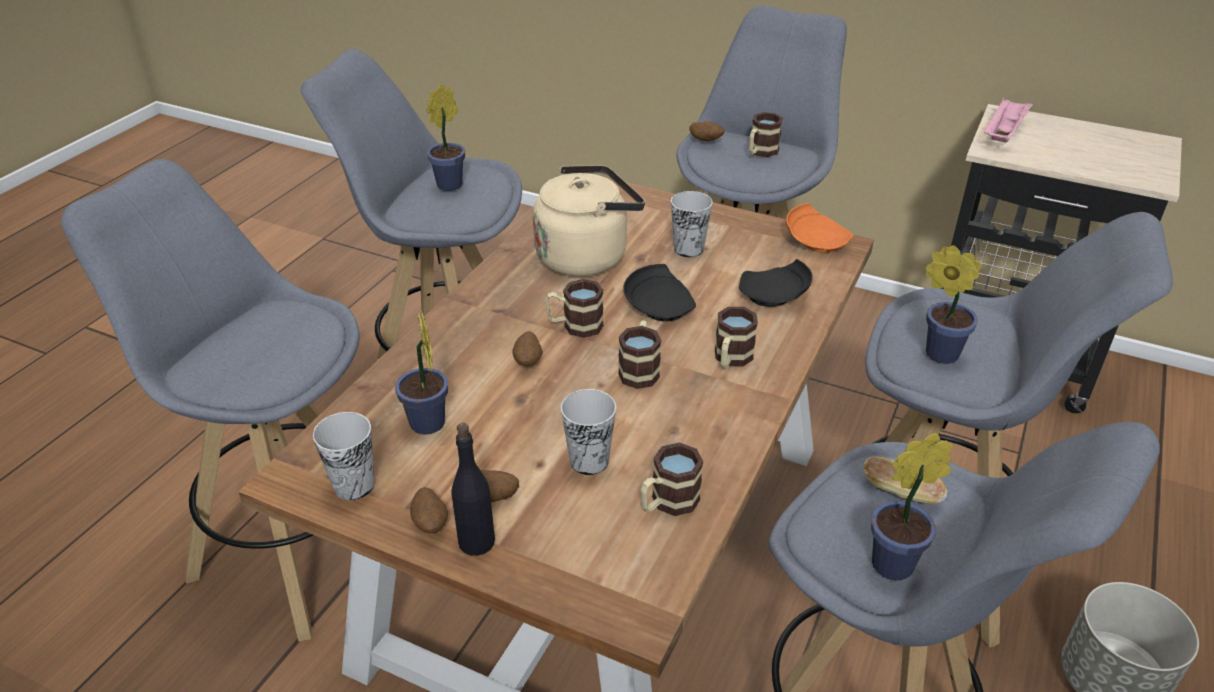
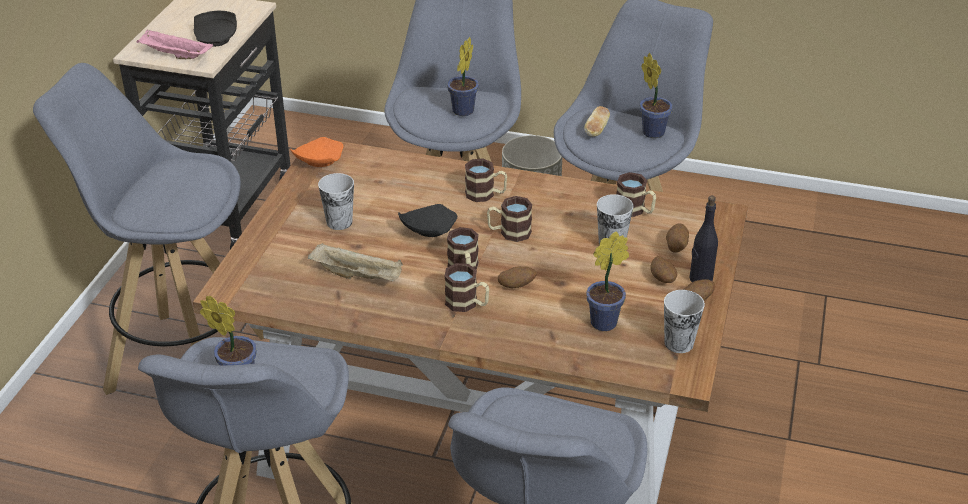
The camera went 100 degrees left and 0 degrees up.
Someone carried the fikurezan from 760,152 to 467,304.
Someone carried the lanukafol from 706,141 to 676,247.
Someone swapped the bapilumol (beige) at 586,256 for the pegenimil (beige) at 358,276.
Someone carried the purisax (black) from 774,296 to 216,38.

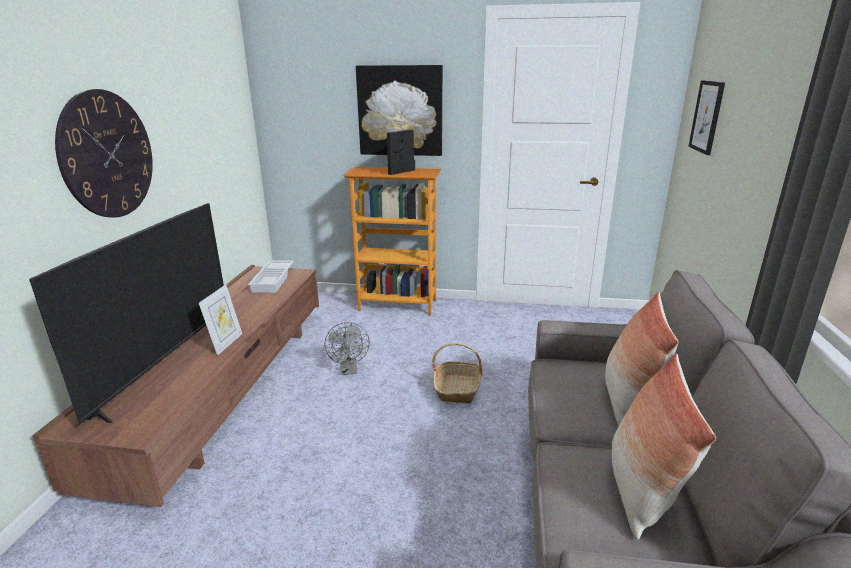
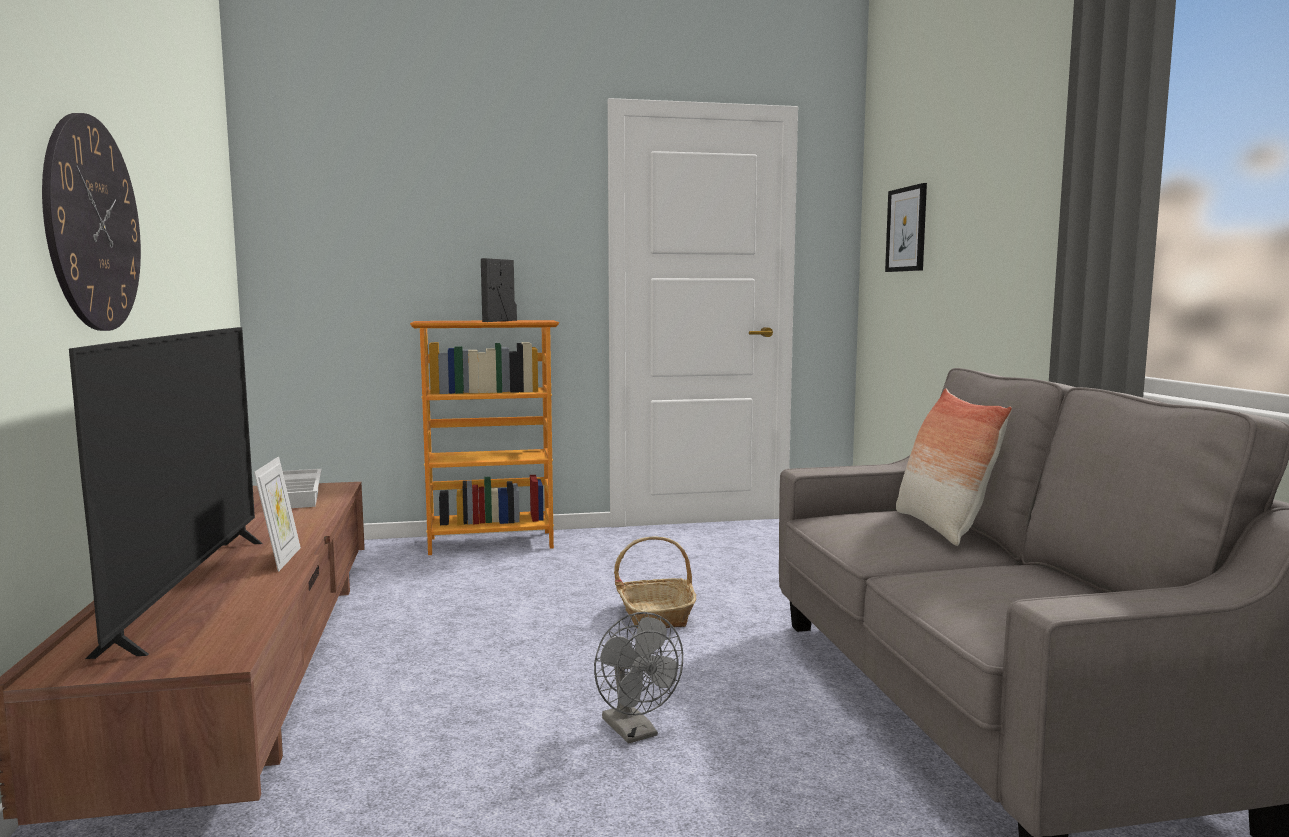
The camera went 20 degrees left and 15 degrees down.
Someone took away the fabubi at 400,111.
Someone carried the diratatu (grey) from 349,370 to 635,732.
Someone took away the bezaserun at 641,489.

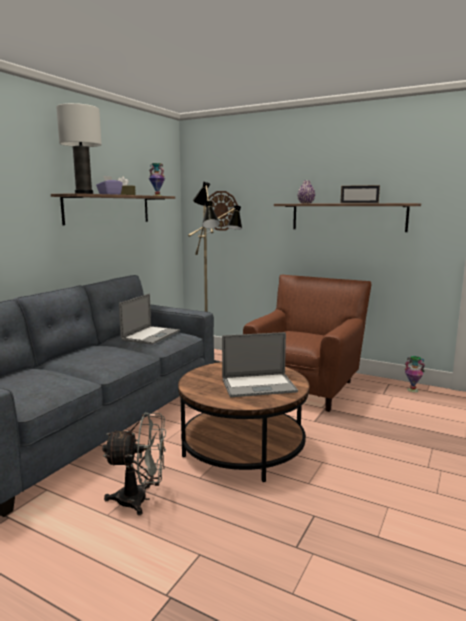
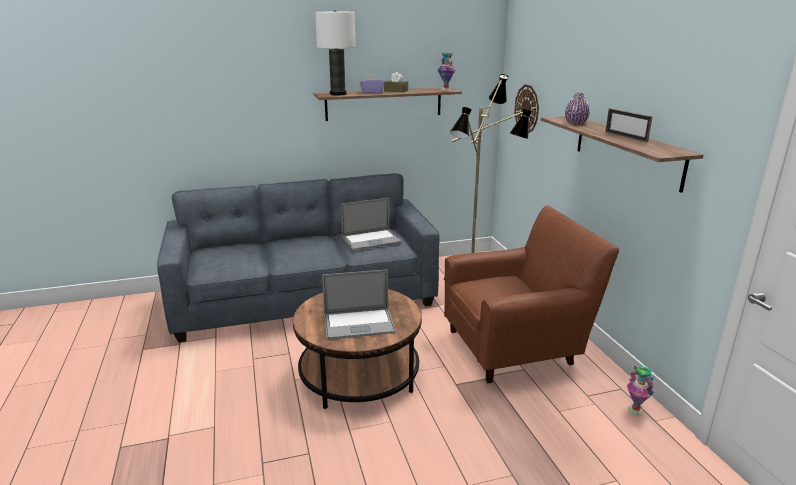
The camera went 45 degrees right and 10 degrees up.
Someone rotated the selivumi at 258,385 by 45 degrees counterclockwise.
Someone took away the diratatu (grey) at 140,499.

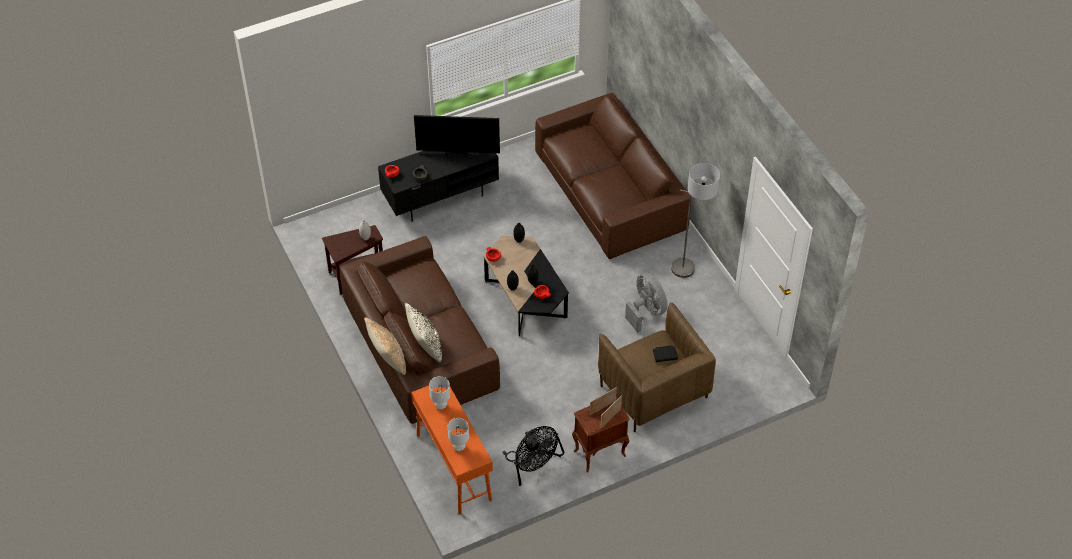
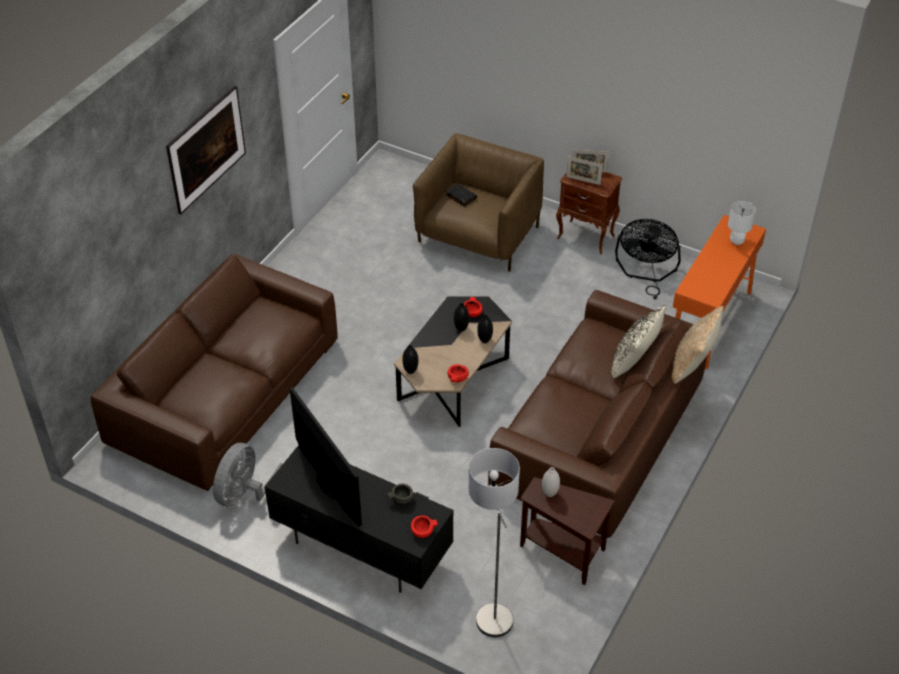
The camera went 125 degrees left and 5 degrees down.
Someone carried the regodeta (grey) from 690,270 to 490,612.
Someone carried the diratatu (grey) from 646,311 to 246,495.
Someone took away the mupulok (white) at 441,406.
Someone put up the fabubi at 209,166.

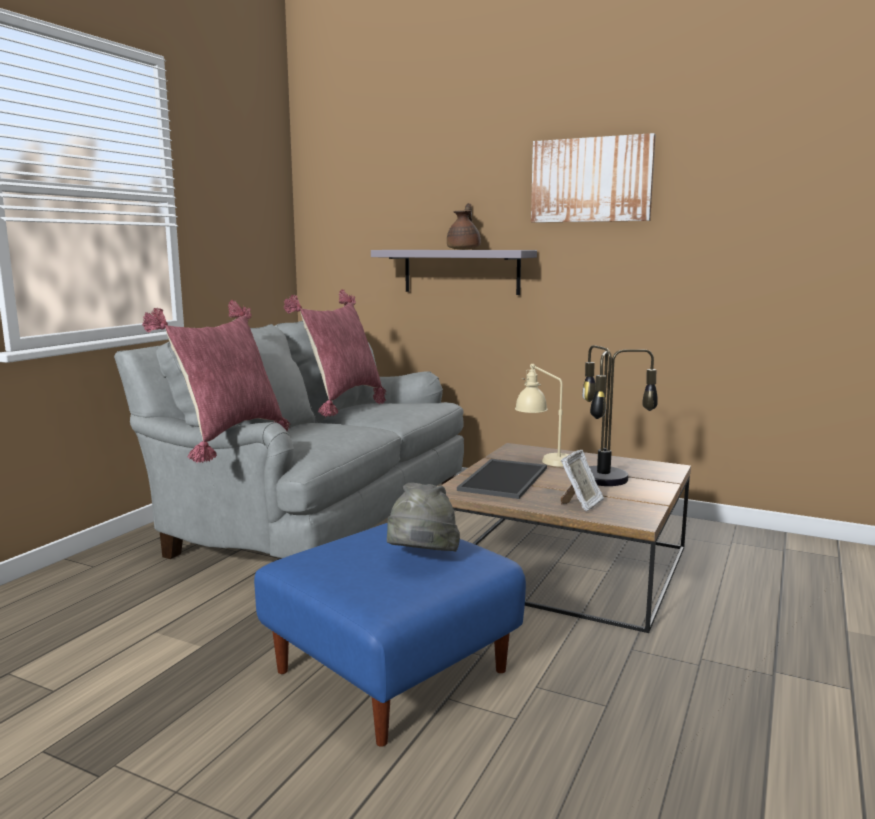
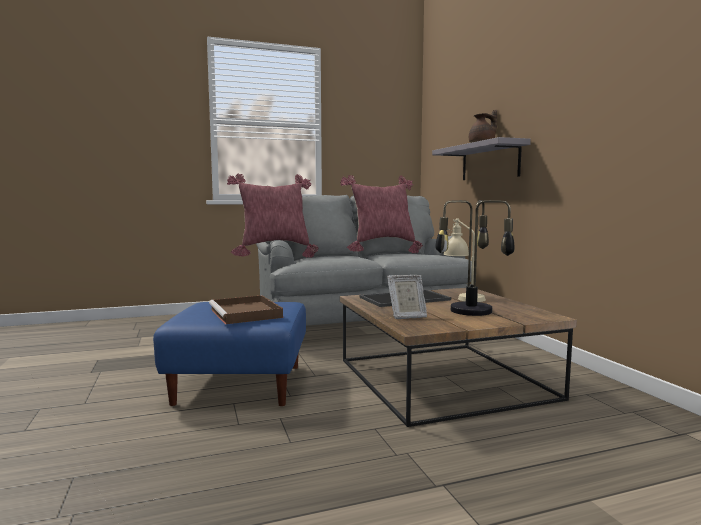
The camera went 45 degrees right and 5 degrees down.
Someone took away the fabubi at 591,180.
Someone swapped the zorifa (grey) at 421,560 for the pegenimil (brown) at 246,313.

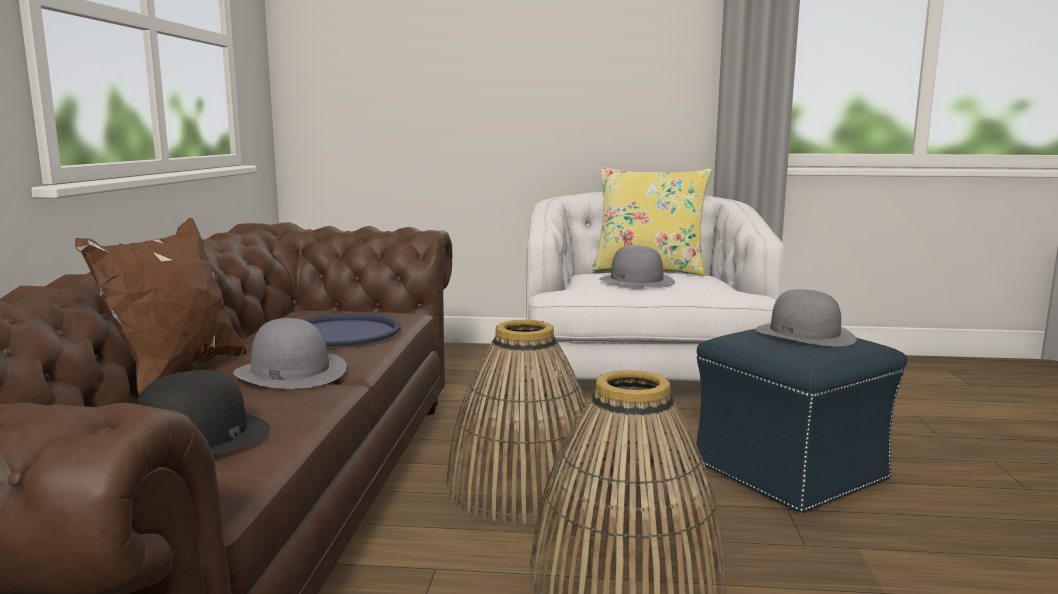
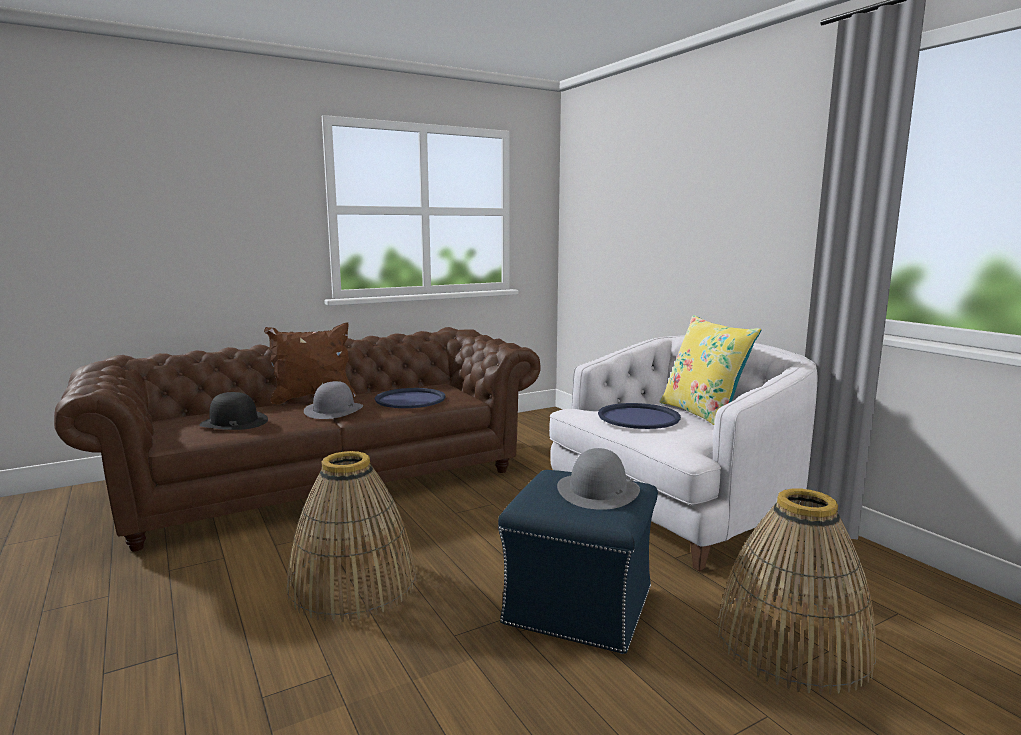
The camera went 55 degrees right and 0 degrees up.
Someone swapped the zorifa (grey) at 637,281 for the pegenimil (blue) at 638,417.
Someone carried the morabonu from 524,486 to 792,643.

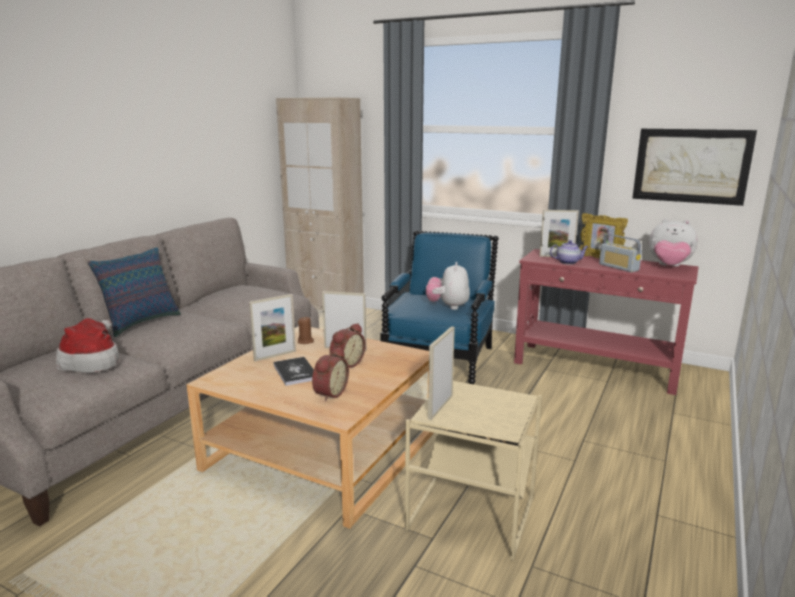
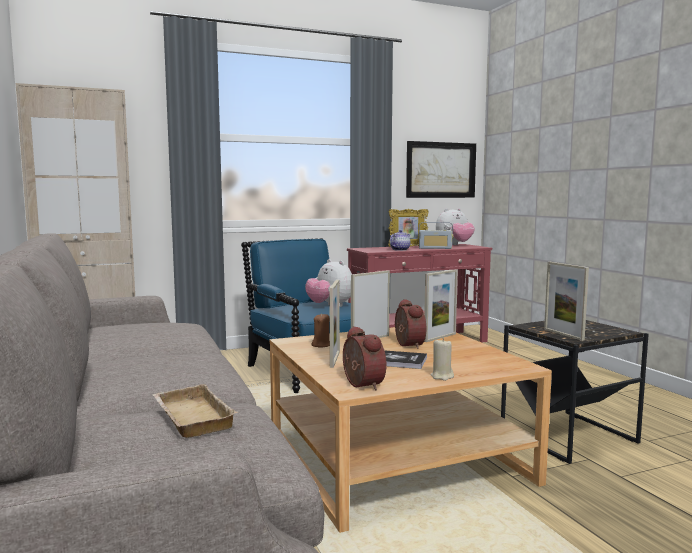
The camera went 50 degrees left and 10 degrees down.
Someone carried the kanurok from 556,256 to 440,337.
Someone took away the bezaserun (blue) at 142,323.
Someone swapped the zorifa at 92,361 for the pegenimil (beige) at 189,417.
Someone carried the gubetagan from 329,393 to 360,385.
Someone repainted the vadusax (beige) at 472,514, which became the vadusax (black) at 569,436.
Someone put down the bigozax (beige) at 442,376.

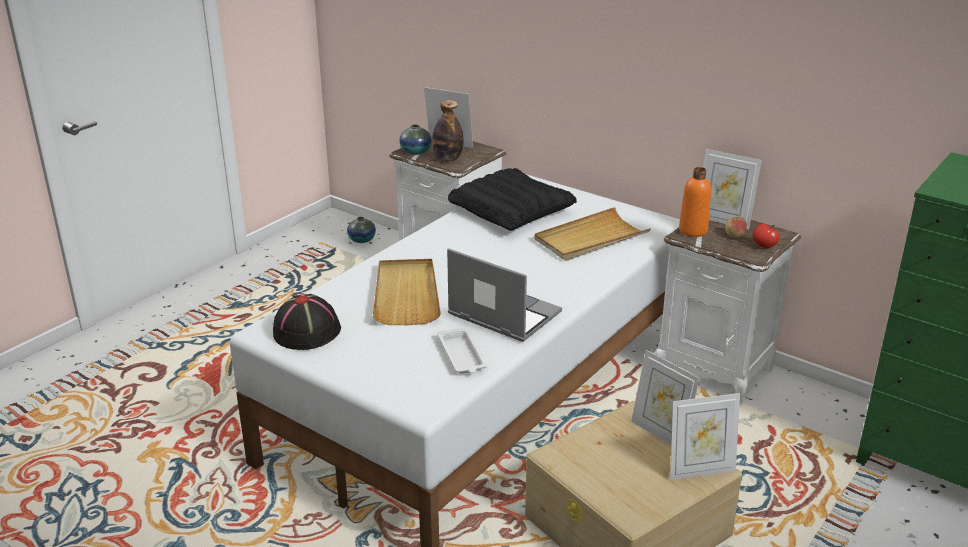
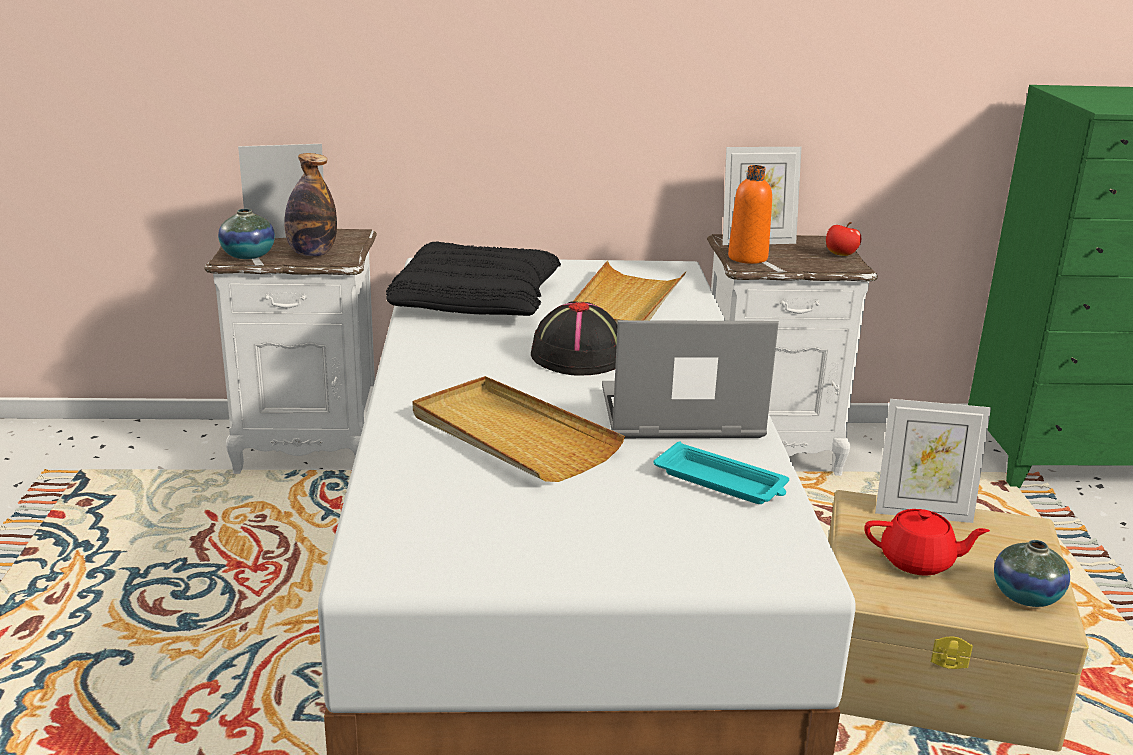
The camera went 40 degrees left and 5 degrees down.
Someone carried the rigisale from 362,240 to 1026,596.
Someone took away the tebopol at 734,235.
Someone carried the zorifa (black) from 307,331 to 578,355.
Someone repainted the pegenimil (white) at 462,356, which became the pegenimil (turquoise) at 722,482.
Someone took away the kanurok at 700,470.
Someone put down the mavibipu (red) at 918,562.

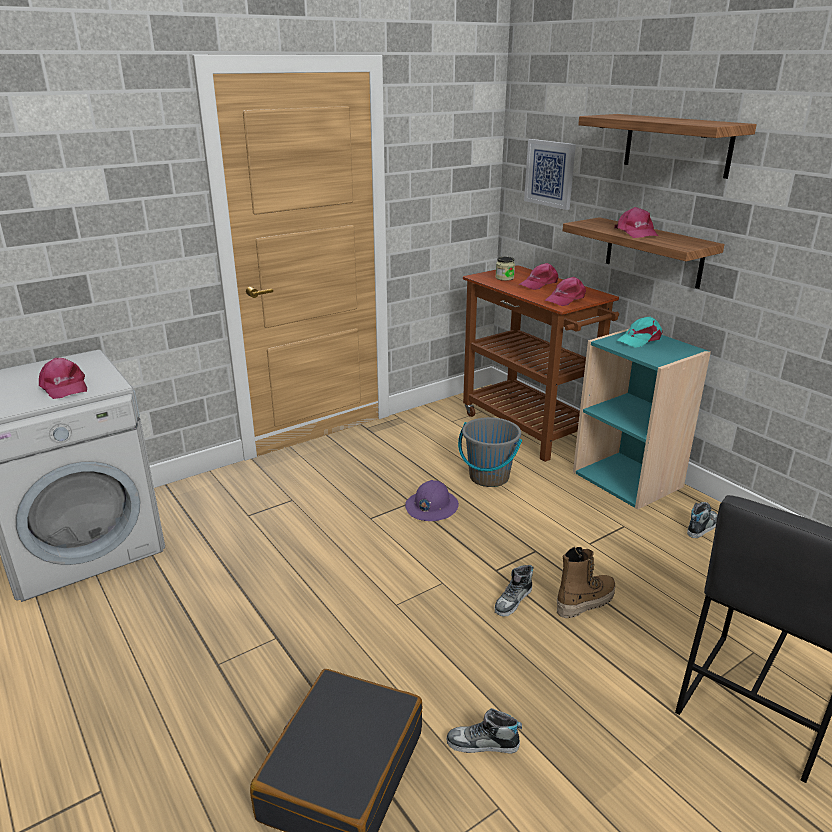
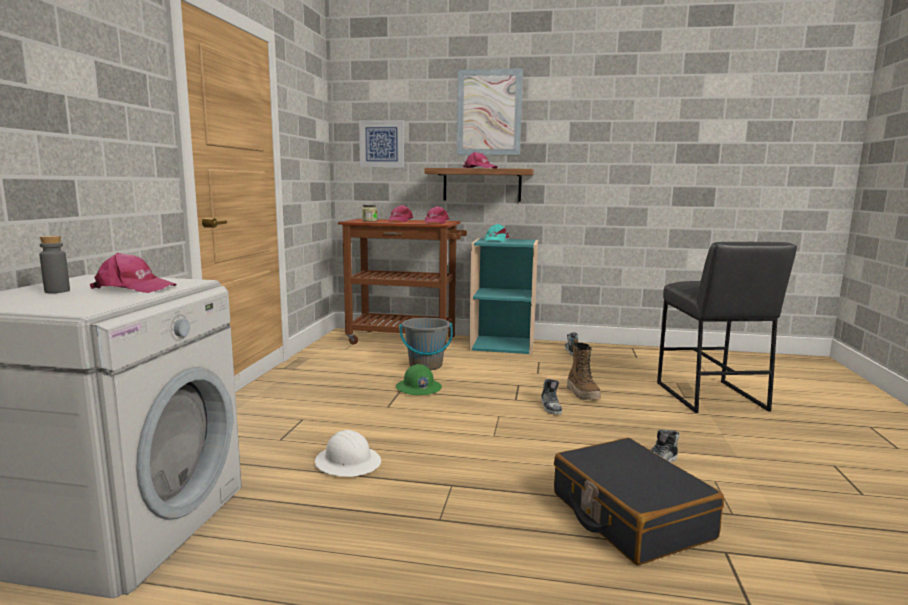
The camera went 45 degrees left and 15 degrees down.
Someone swapped the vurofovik at 677,145 for the fabubi at 489,112.
Someone repainted the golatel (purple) at 431,507, which became the golatel (green) at 418,388.
Someone rotated the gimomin at 585,602 by 150 degrees clockwise.
Someone put down the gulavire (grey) at 57,291.
Someone put down the golatel (white) at 348,462.

